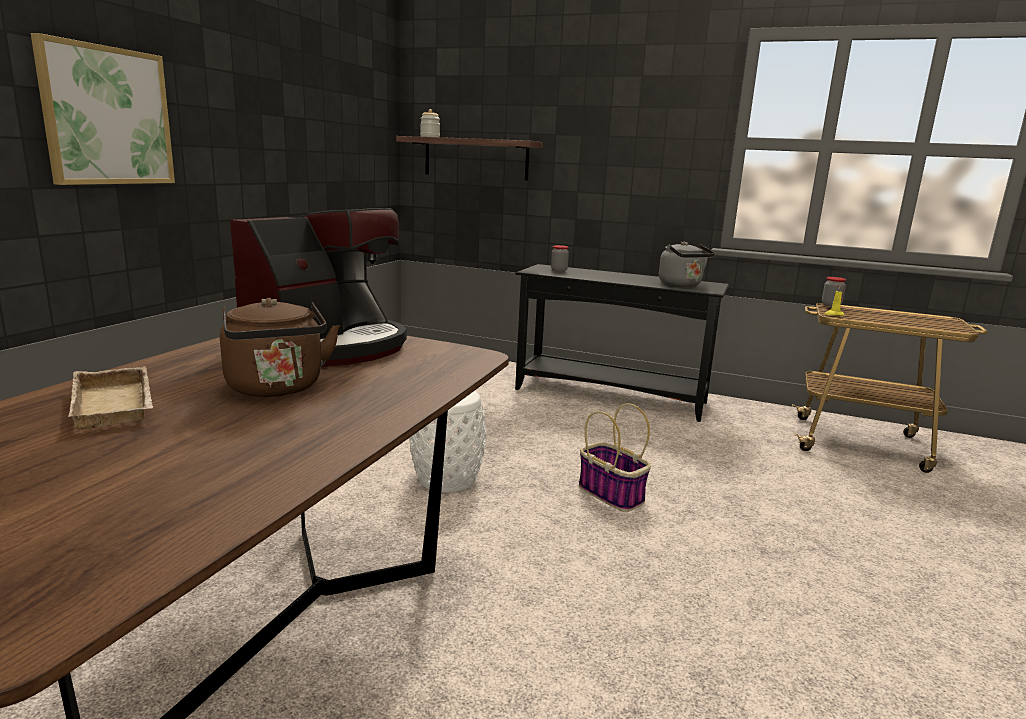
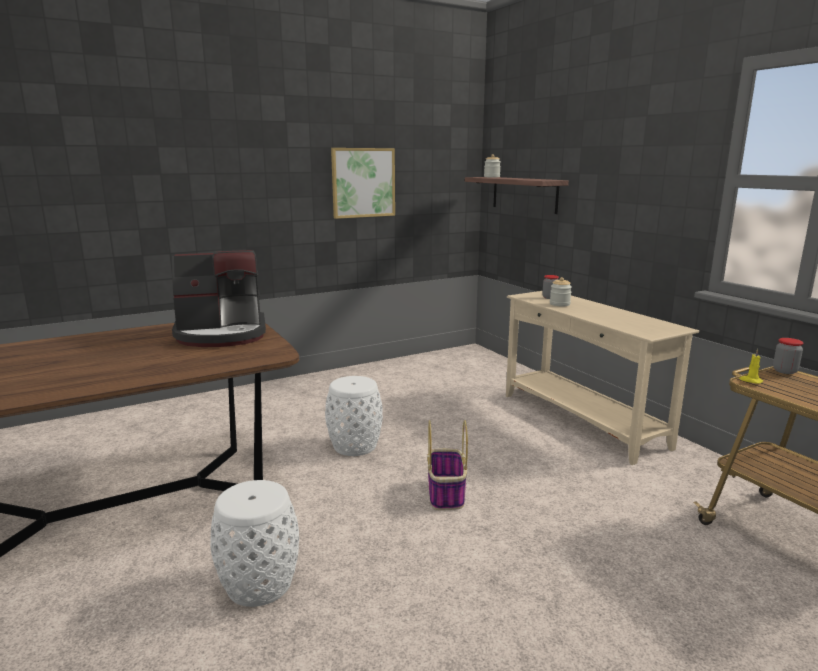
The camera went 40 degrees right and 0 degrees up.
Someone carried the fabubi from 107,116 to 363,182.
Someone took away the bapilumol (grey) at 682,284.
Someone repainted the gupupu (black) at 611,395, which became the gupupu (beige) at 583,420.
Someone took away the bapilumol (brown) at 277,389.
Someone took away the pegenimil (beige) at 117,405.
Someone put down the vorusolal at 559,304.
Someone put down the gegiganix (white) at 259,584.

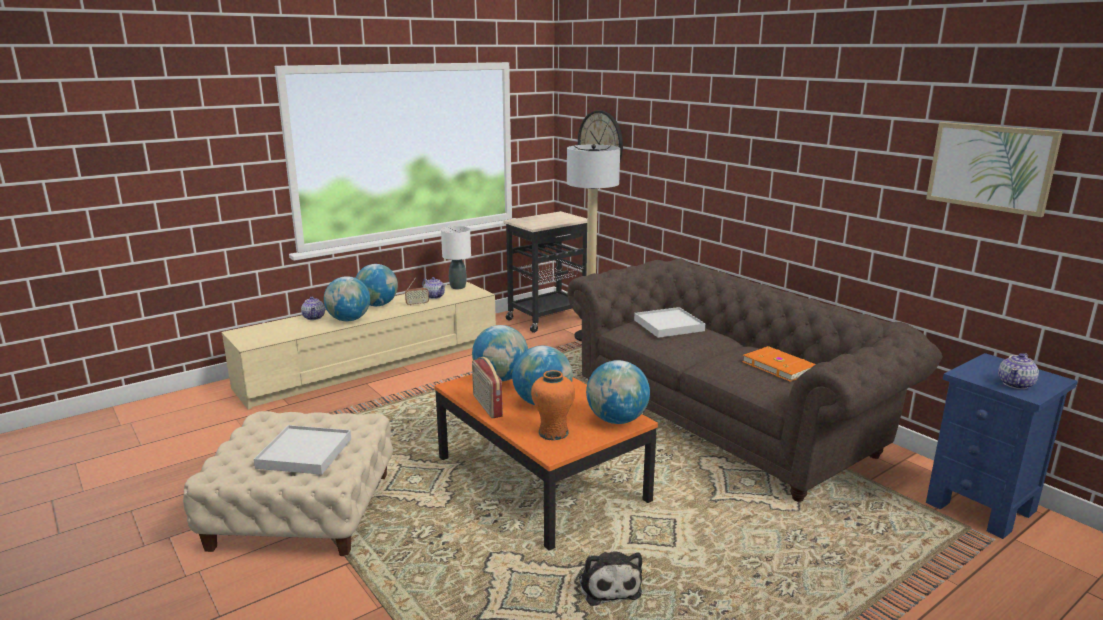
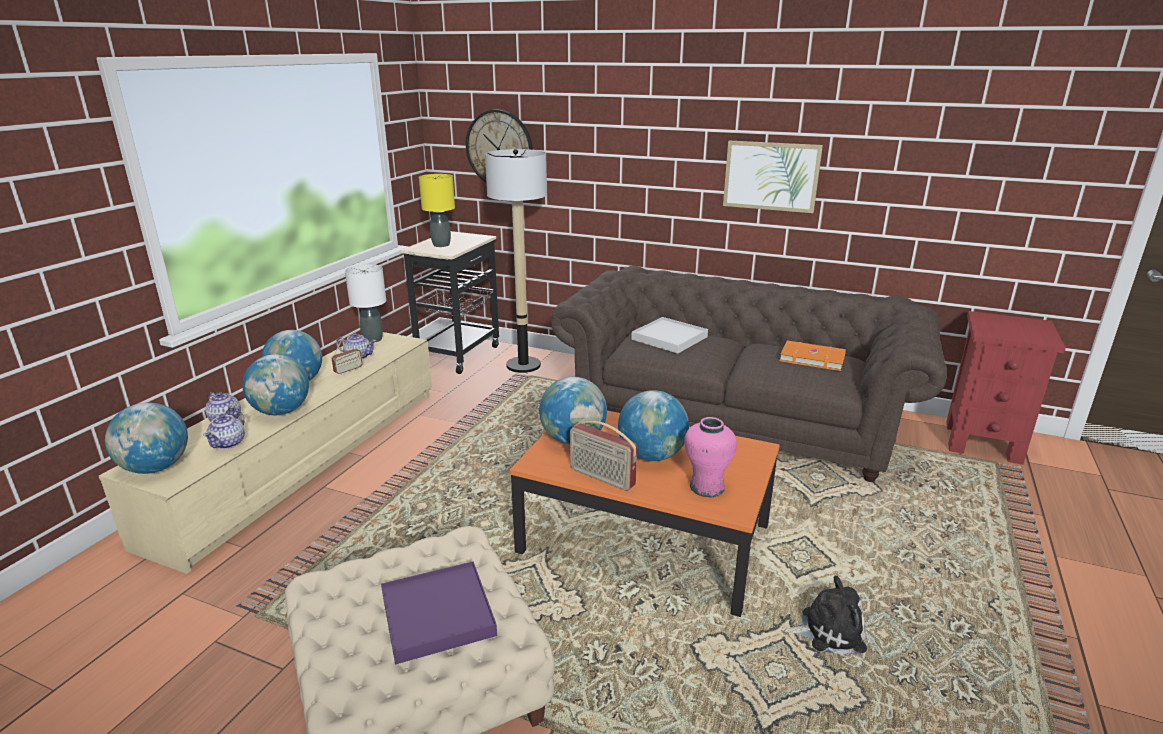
The camera went 30 degrees left and 5 degrees up.
Someone carried the fabubi from 991,167 to 771,176.
Someone repainted the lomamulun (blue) at 981,508, which became the lomamulun (red) at 983,443.
Someone carried the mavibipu from 1016,384 to 229,443.
Someone carried the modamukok from 617,420 to 156,468.
Someone repainted the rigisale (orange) at 553,433, which became the rigisale (pink) at 706,487.
Someone repainted the pegenimil (white) at 304,453, which became the pegenimil (purple) at 437,614.
Someone rotated the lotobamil at 608,585 by 45 degrees counterclockwise.
Someone put down the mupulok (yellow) at 441,245.

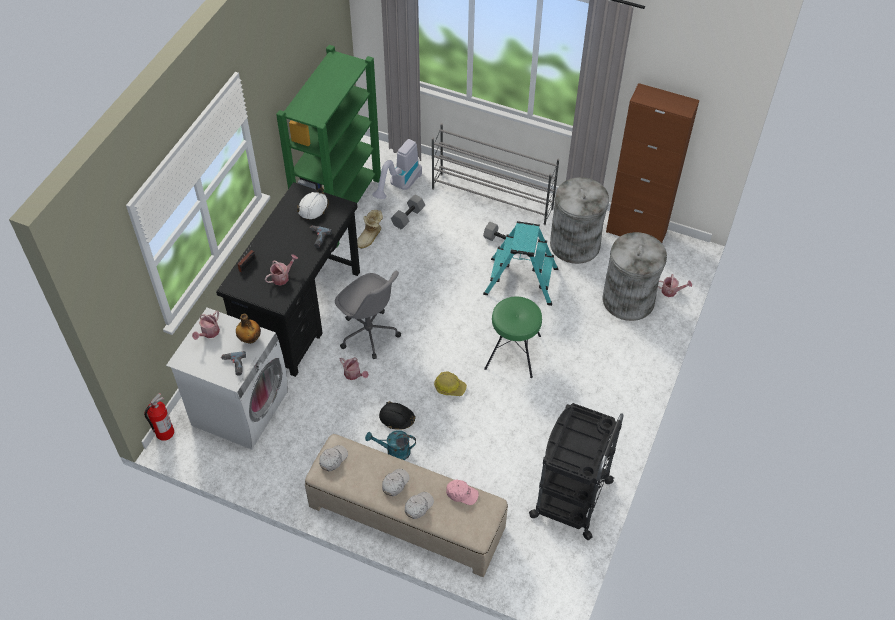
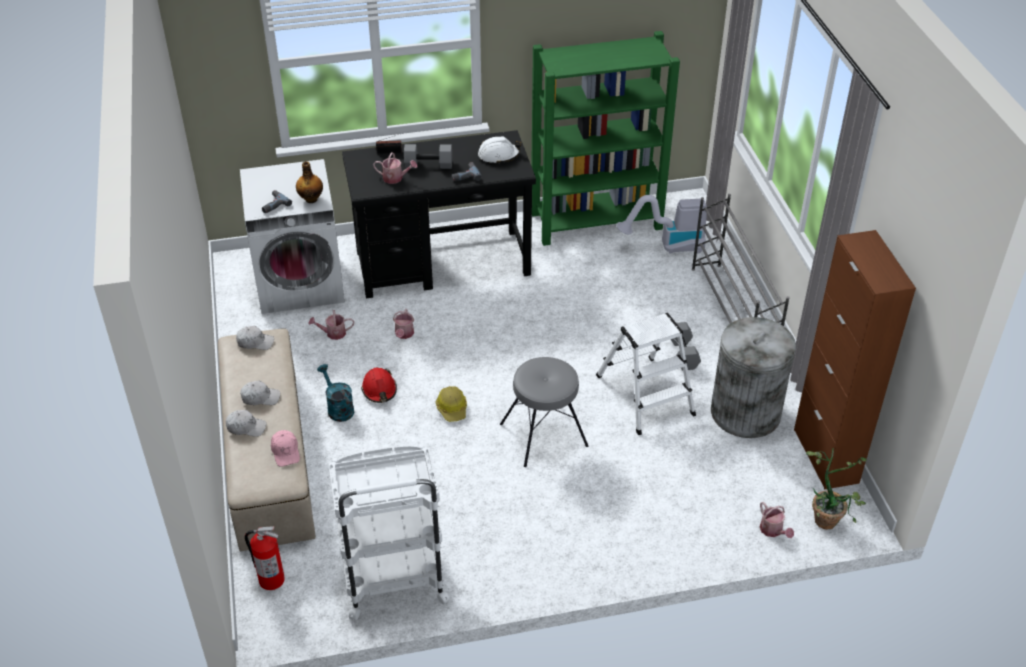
The camera went 55 degrees right and 10 degrees down.
Someone carried the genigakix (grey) from 408,216 to 429,164.
Someone took away the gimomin at 370,238.
Someone repainted the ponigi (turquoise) at 521,281, which became the ponigi (white) at 645,394.
Someone took away the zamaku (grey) at 628,300.
Someone took away the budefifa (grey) at 370,335.
Someone repainted the gegiganix (green) at 513,352, which became the gegiganix (grey) at 544,435.
Someone carried the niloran from 209,333 to 333,333.
Someone carried the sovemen from 164,433 to 271,579.
Someone repainted the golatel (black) at 397,418, which became the golatel (red) at 379,390.
Someone repainted the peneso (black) at 570,498, which became the peneso (white) at 394,577.
Someone put down the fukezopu at 828,516.

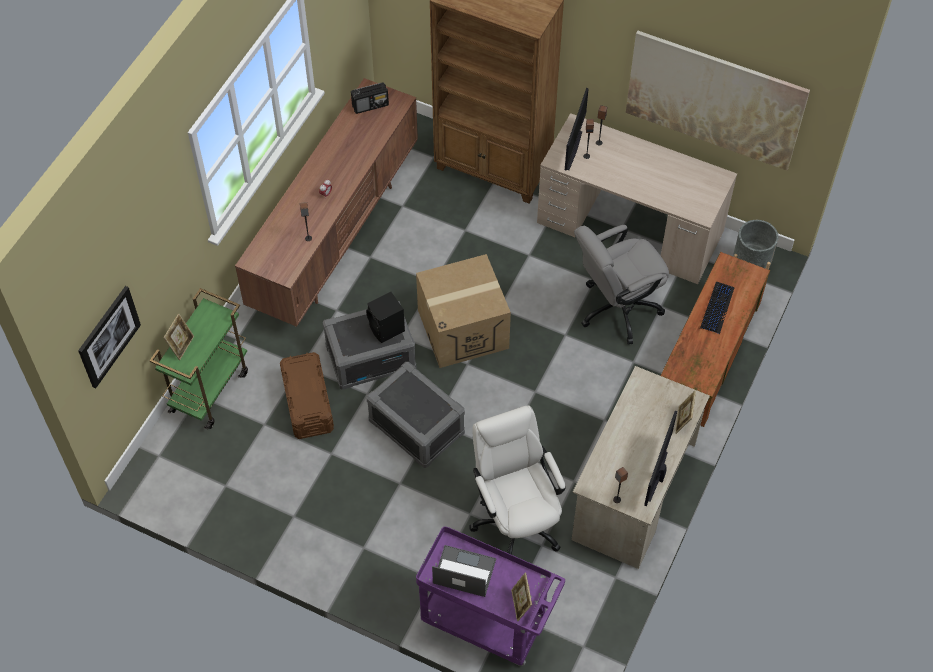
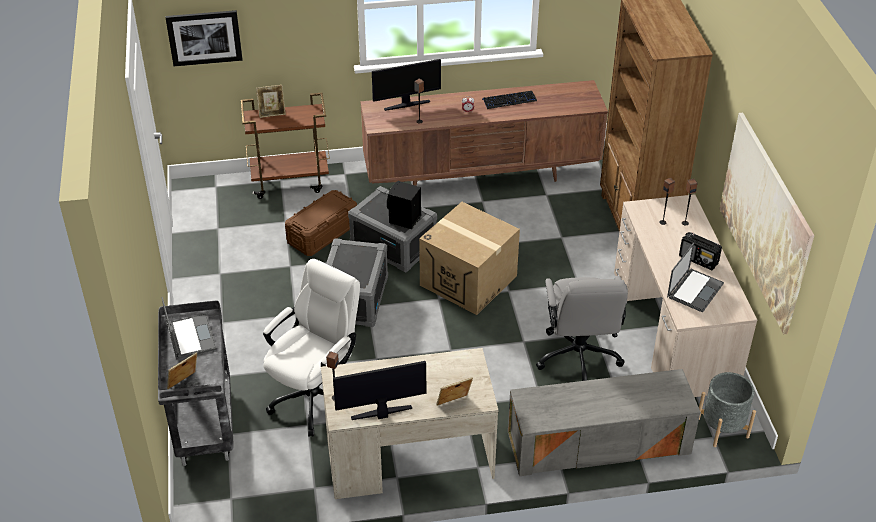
The camera went 55 degrees right and 15 degrees down.
Someone carried the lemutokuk from 370,105 to 698,260.
Someone carried the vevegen from 572,150 to 406,104.
Someone rotated the budefifa (grey) at 615,311 by 120 degrees counterclockwise.
Someone repainted the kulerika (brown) at 709,355, which became the kulerika (grey) at 597,444.
Someone carried the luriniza from 717,308 to 509,100.
Someone repainted the peneso (green) at 211,390, which became the peneso (brown) at 291,183.
Someone repainted the peneso (purple) at 488,627, which became the peneso (grey) at 205,429.
Someone put down the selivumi at 695,290.

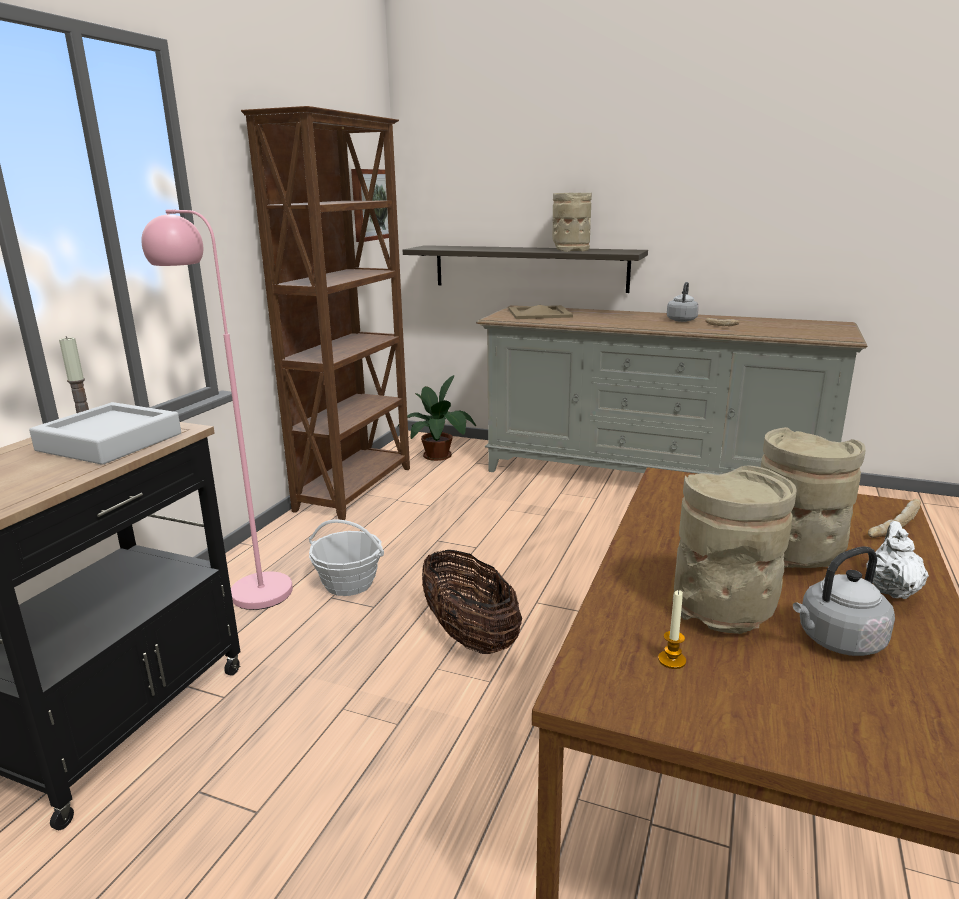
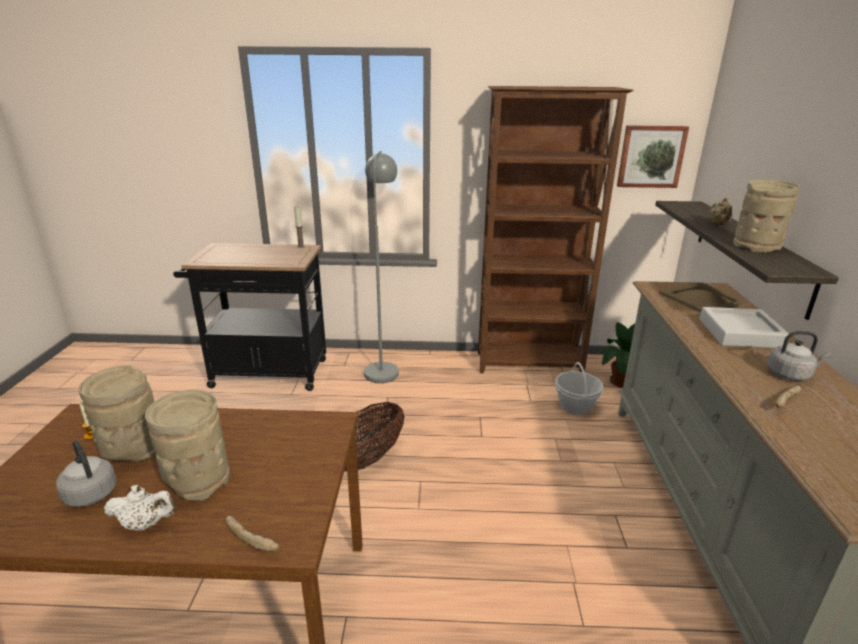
The camera went 70 degrees right and 5 degrees up.
Someone repainted the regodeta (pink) at 247,589, which became the regodeta (grey) at 383,368.
Someone carried the pegenimil (grey) from 110,442 to 740,333.
Someone carried the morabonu from 348,583 to 575,405.
Someone put down the mavibipu (beige) at 718,225.

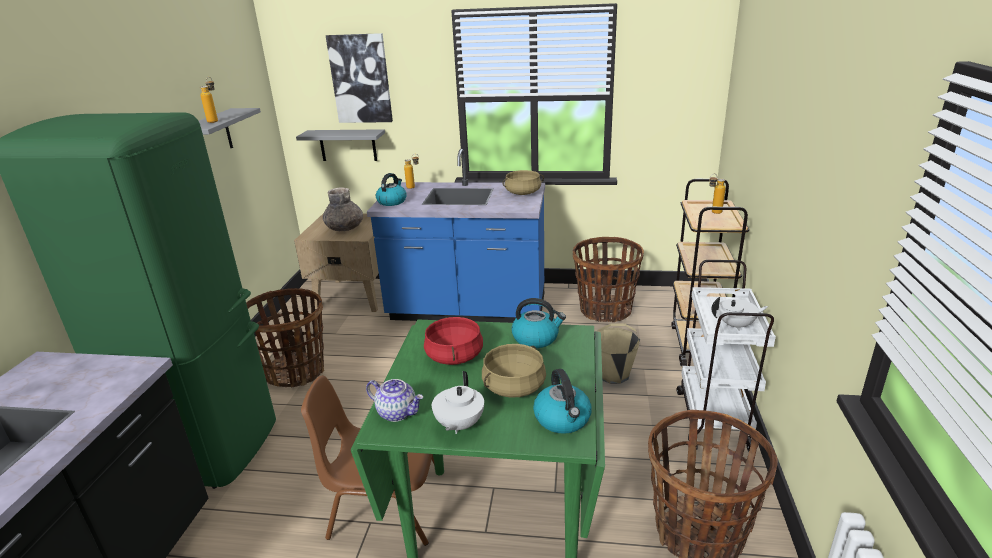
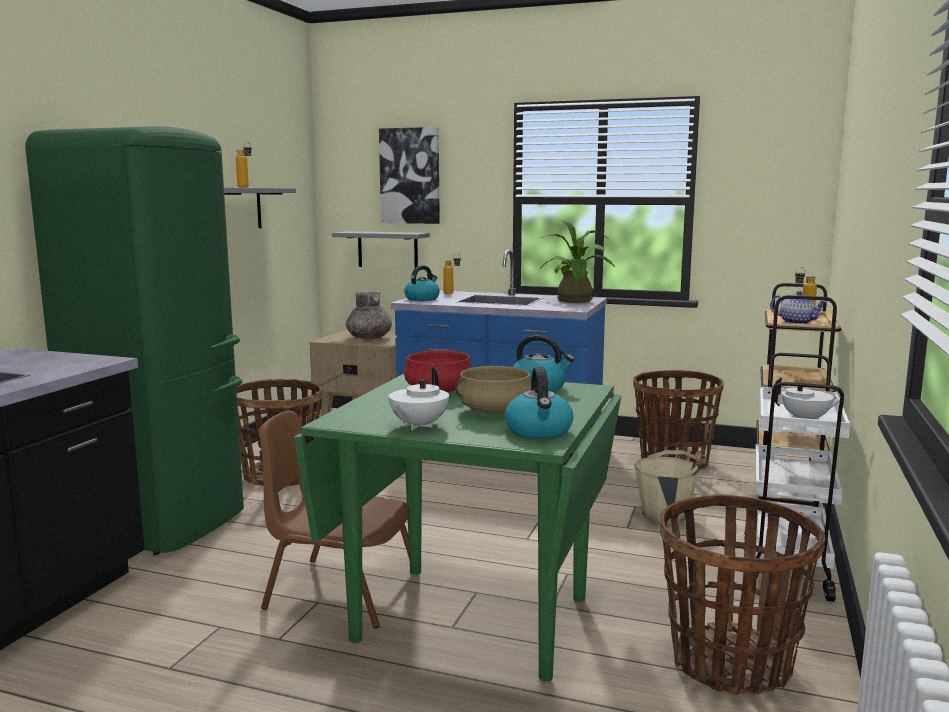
The camera went 10 degrees right and 15 degrees down.
Someone swapped the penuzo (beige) at 523,193 for the fukezopu at 576,301.
Someone carried the mavibipu from 397,412 to 797,322.

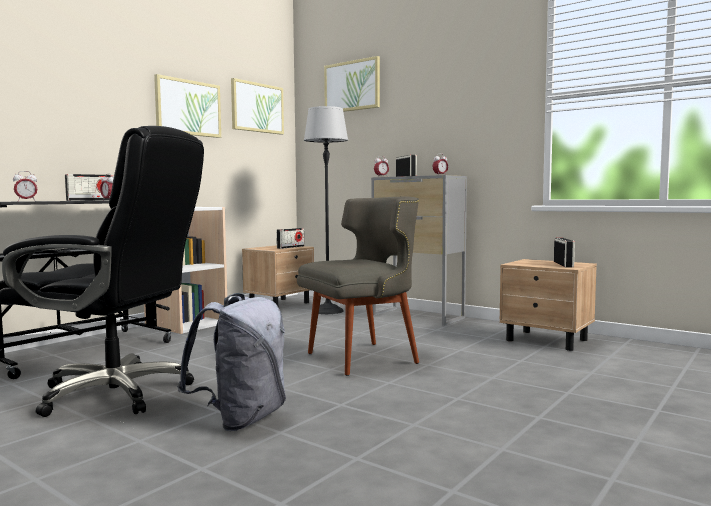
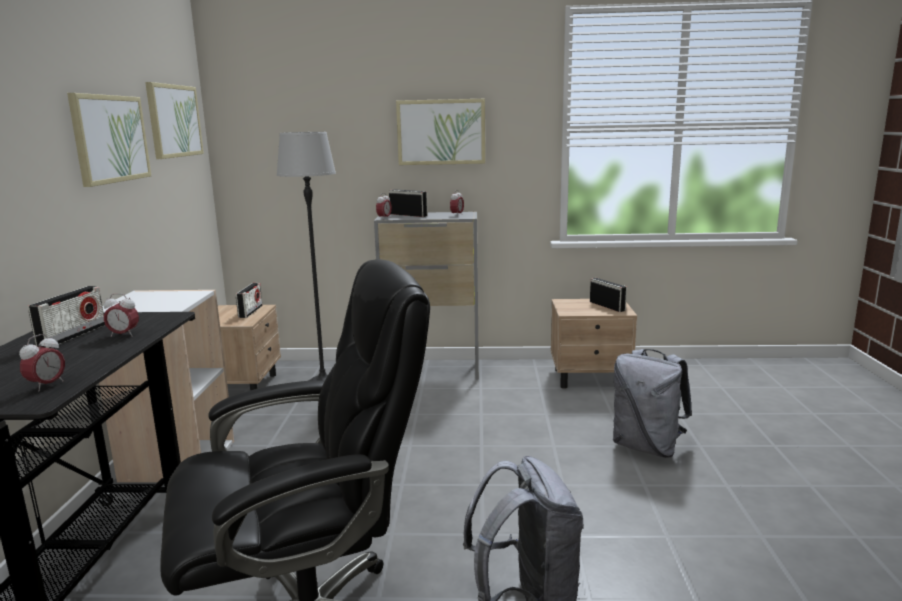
The camera went 35 degrees left and 10 degrees up.
Someone carried the fabubi from 352,86 to 441,132.
Someone took away the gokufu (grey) at 361,358.
Someone put down the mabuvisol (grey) at 647,447.

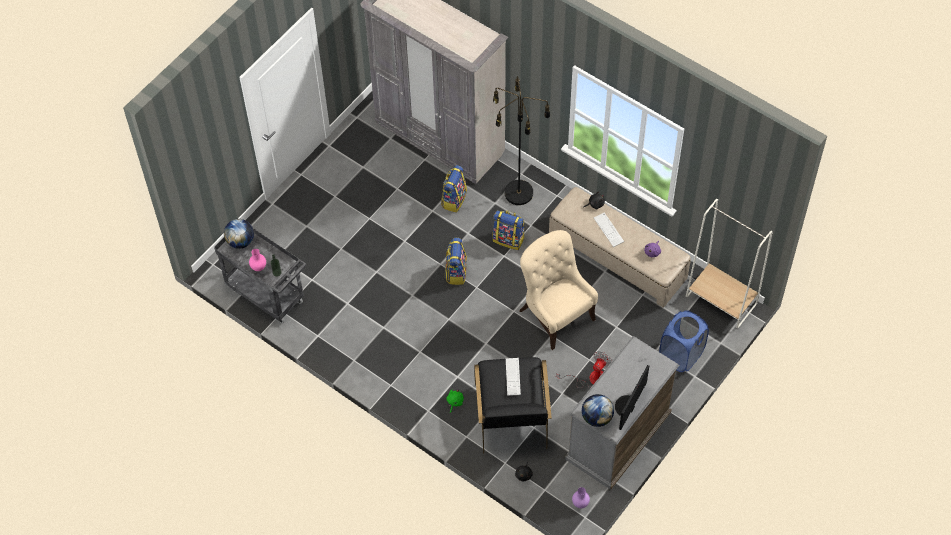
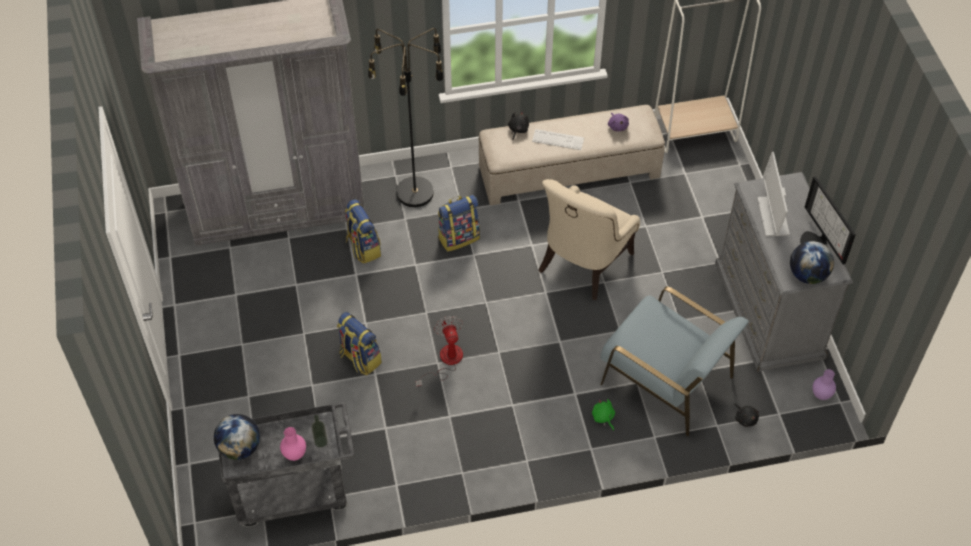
The camera went 50 degrees left and 5 degrees down.
Someone rotated the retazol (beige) at 555,315 by 60 degrees counterclockwise.
Someone carried the mabuvisol from 456,272 to 359,358.
Someone took away the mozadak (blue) at 681,355.
Someone carried the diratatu from 591,379 to 445,361.
Someone repainted the retazol (black) at 511,415, which became the retazol (blue) at 665,380.
Someone took away the luriniza at 513,377.
Someone put down the vevegen at 772,216.

